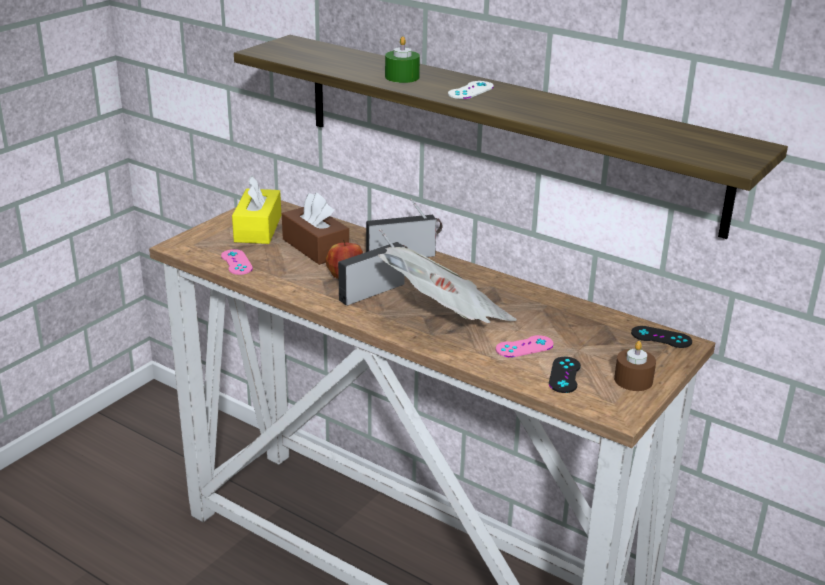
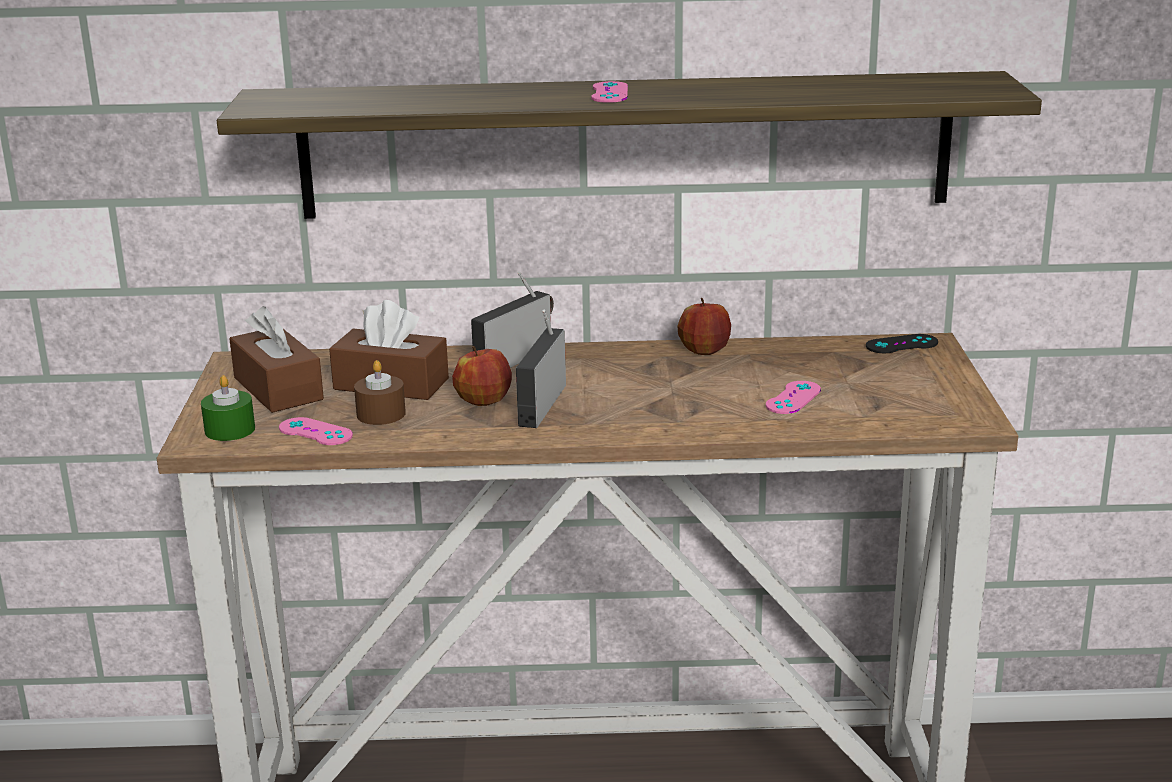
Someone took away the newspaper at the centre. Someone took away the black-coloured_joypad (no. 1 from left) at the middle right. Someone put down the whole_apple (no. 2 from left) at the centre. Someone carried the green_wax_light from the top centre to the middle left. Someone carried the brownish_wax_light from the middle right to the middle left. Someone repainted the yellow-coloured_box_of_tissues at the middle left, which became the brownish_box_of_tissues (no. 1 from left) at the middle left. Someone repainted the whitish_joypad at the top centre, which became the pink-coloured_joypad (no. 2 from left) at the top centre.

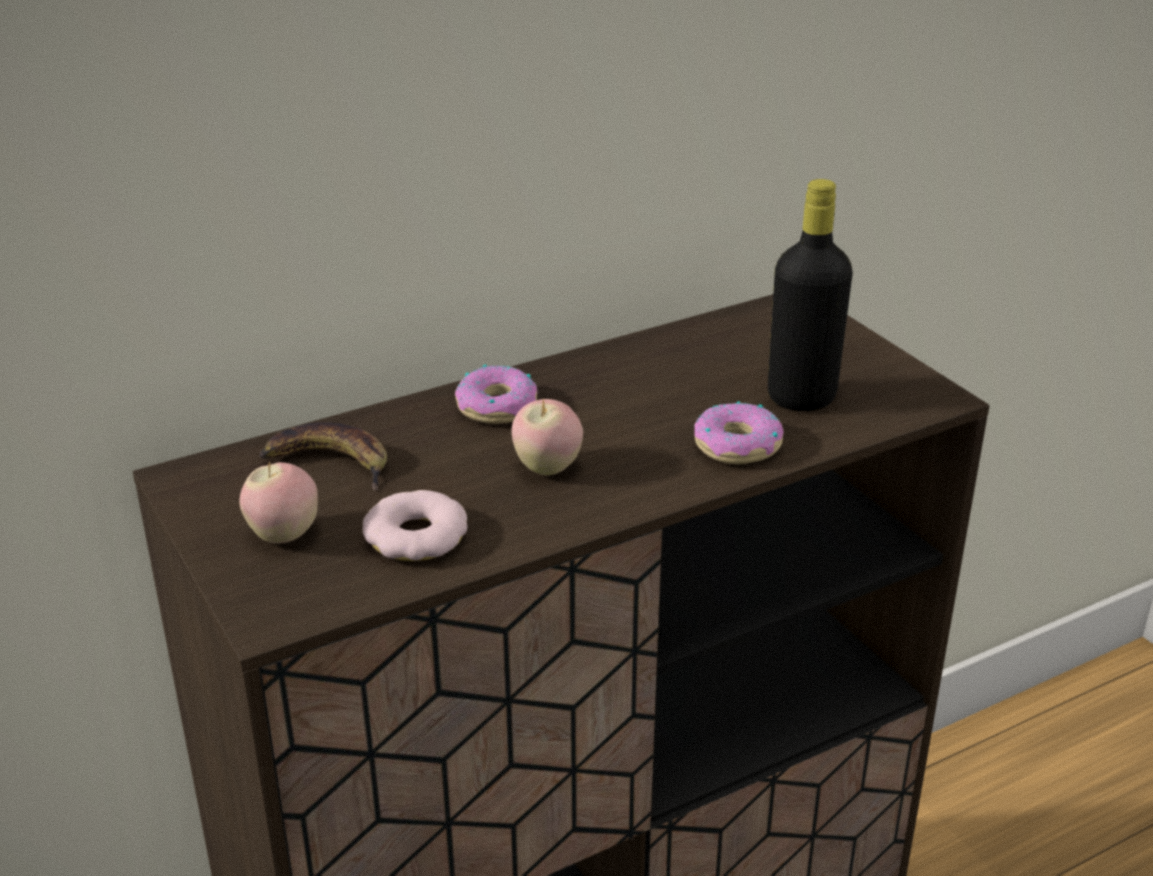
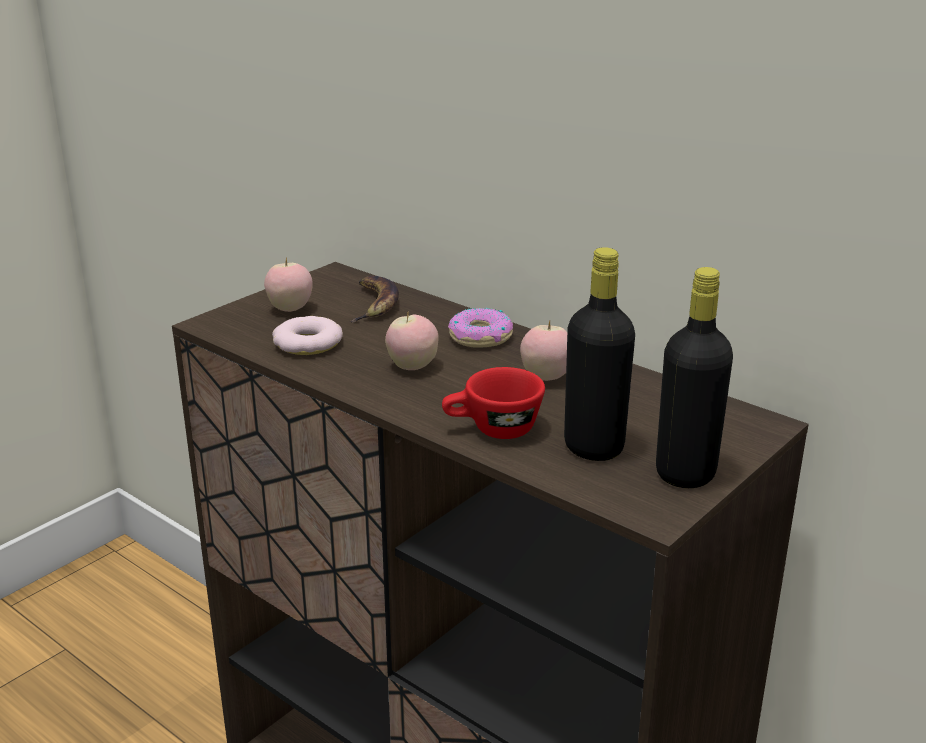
Someone put down the whole_apple (no. 3 from left) at the centre. Someone put down the black-coloured_drink_bottle (no. 2 from left) at the middle right. Someone swapped the doughnut (no. 3 from left) at the centre for the red_small_cup at the centre.

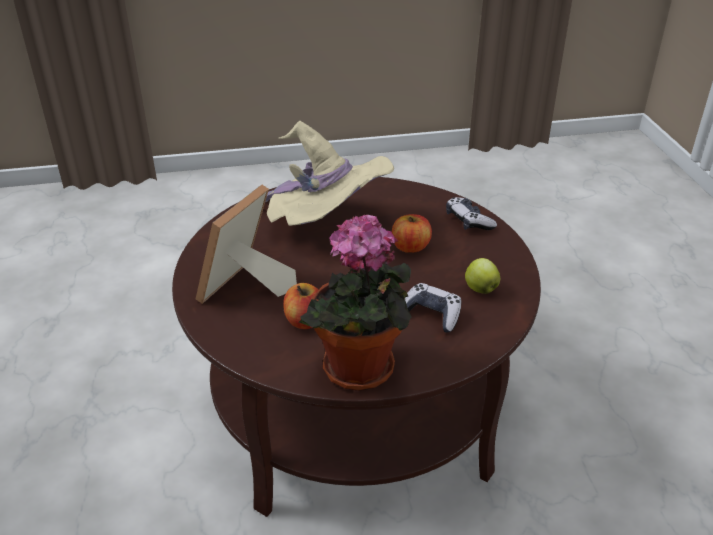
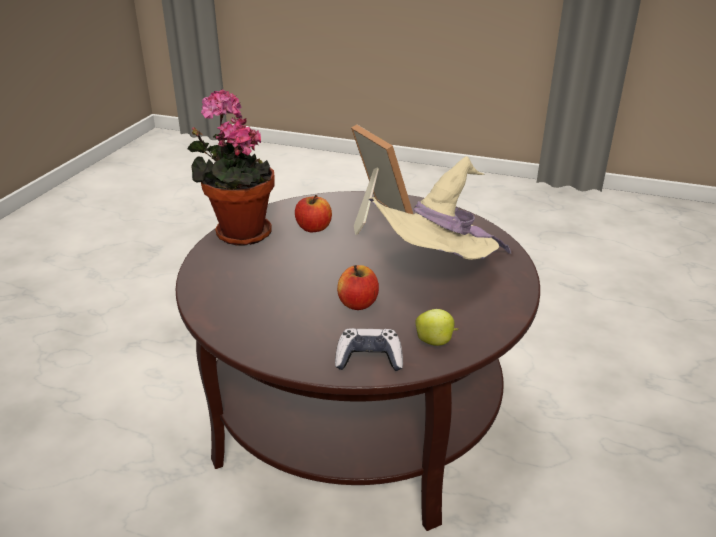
Someone took away the joypad (no. 1 from left) at the centre. Someone carried the whole_apple (no. 3 from left) from the middle right to the centre.

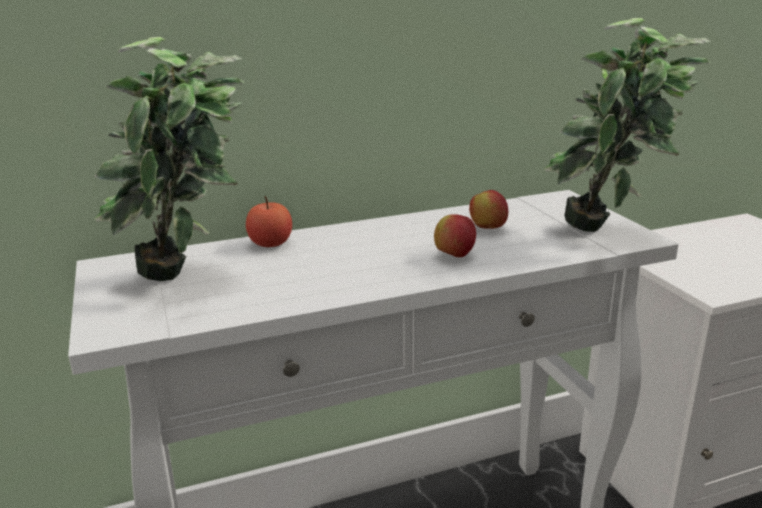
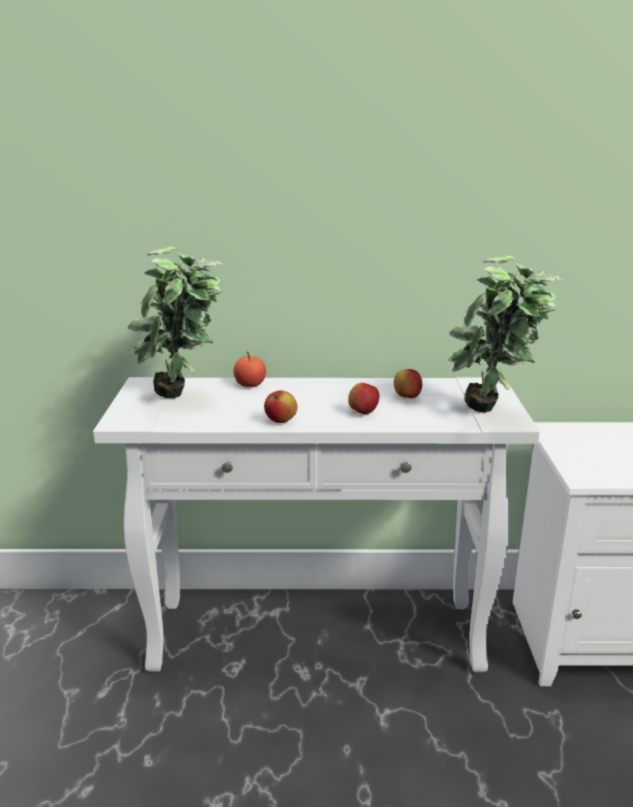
Someone put down the whole_apple (no. 2 from left) at the centre.

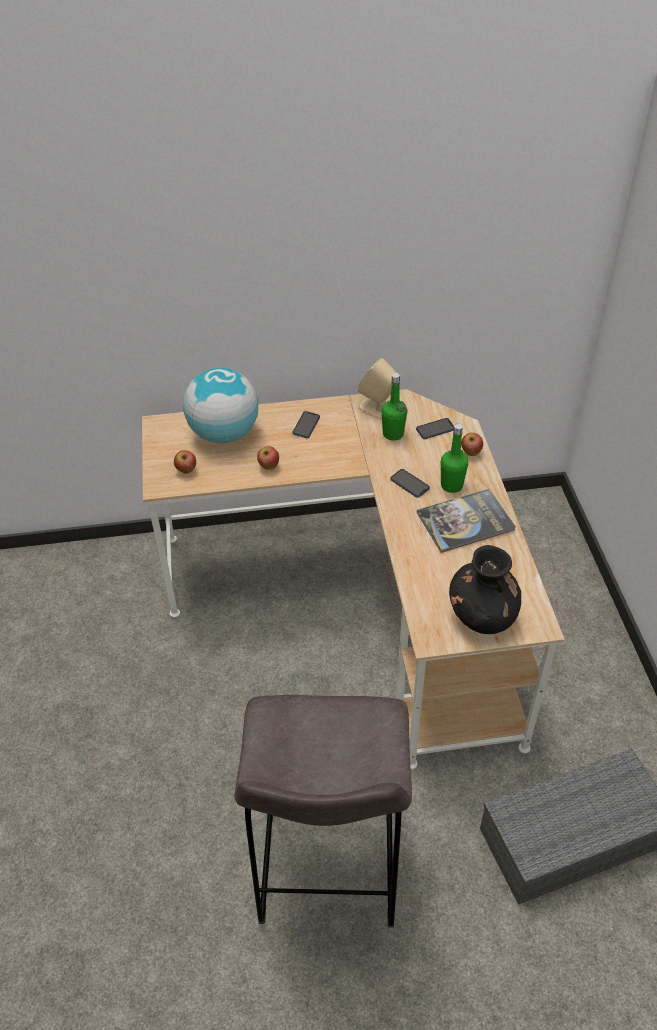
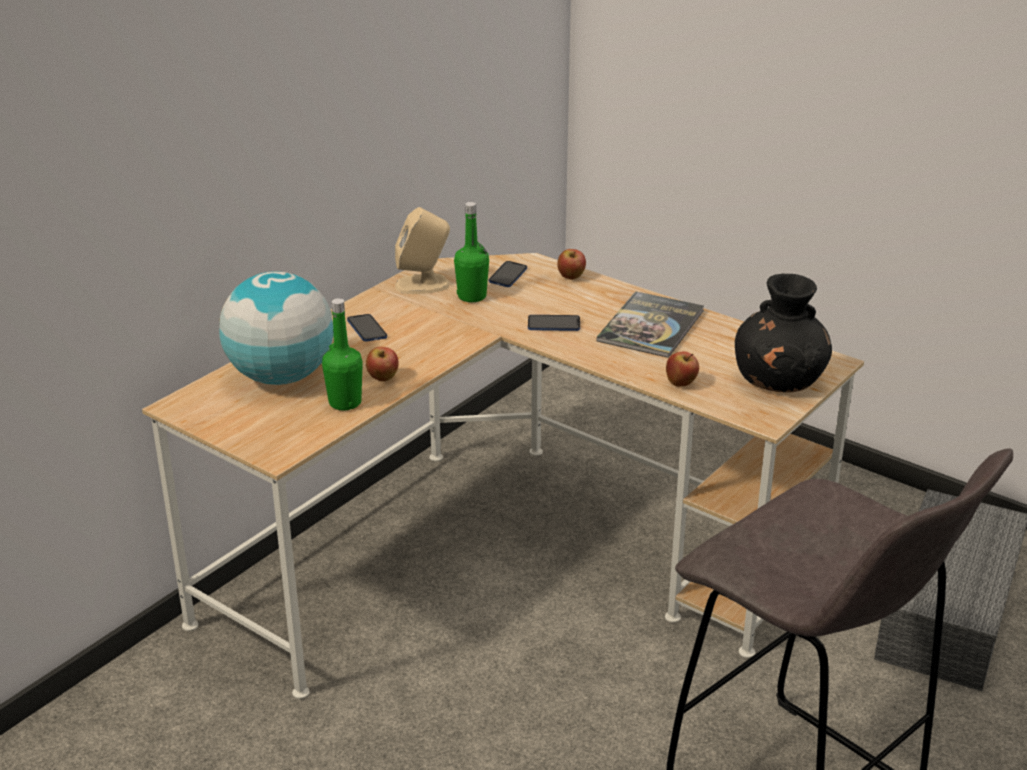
Someone carried the whole_apple (no. 1 from left in the first image) from the middle left to the centre. Someone carried the green_drink_bottle (no. 2 from left in the first image) from the middle right to the middle left.

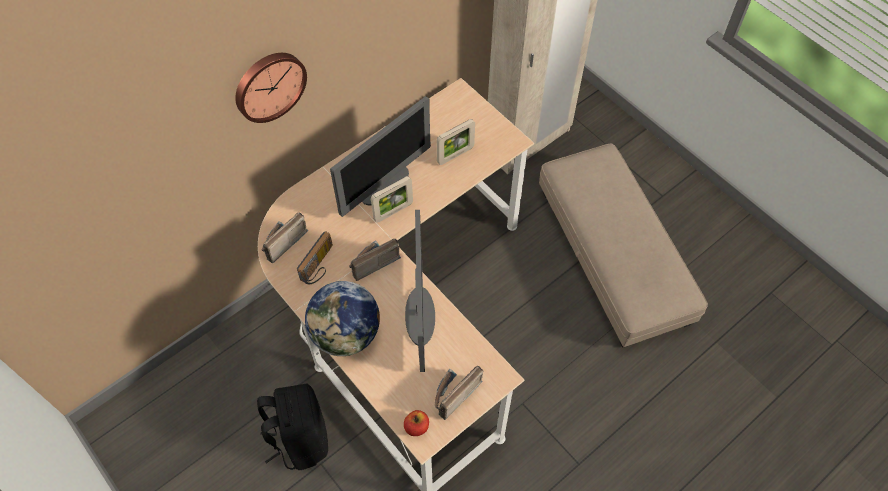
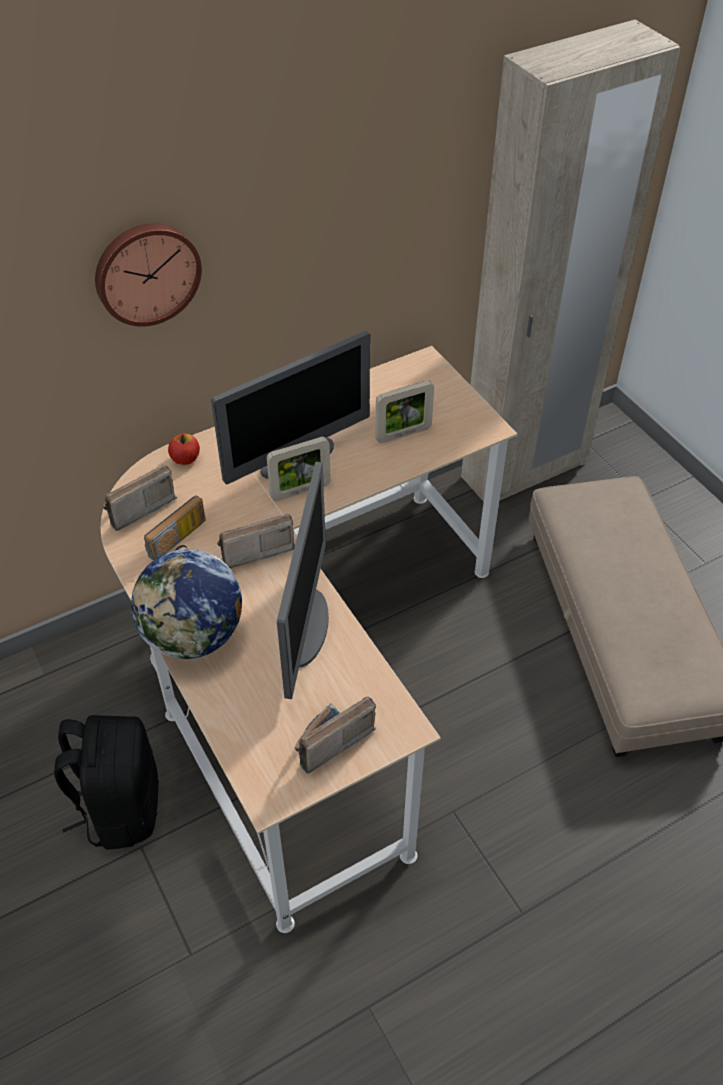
Someone carried the whole_apple from the bottom centre to the middle left.

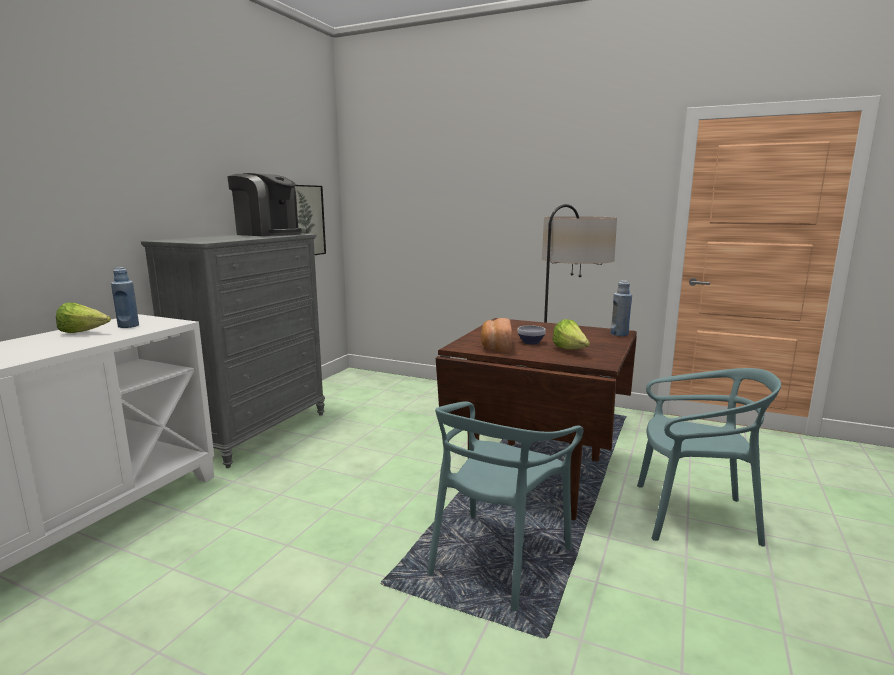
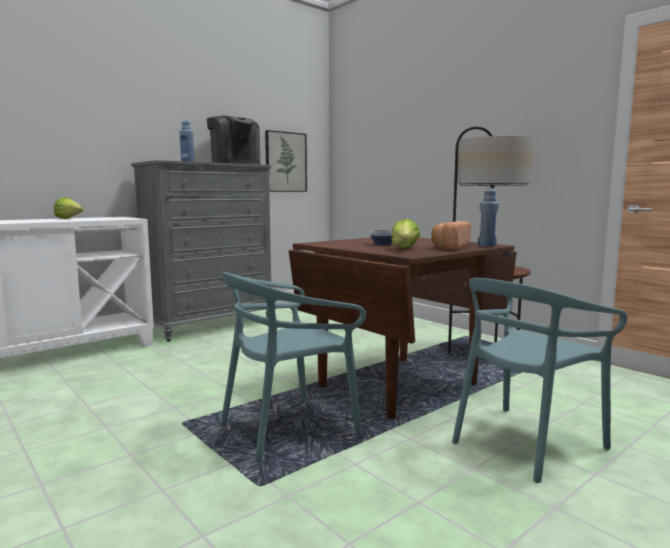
Someone carried the bluish_drink_bottle (no. 1 from left) from the middle left to the top left. Someone carried the bakery_bread from the centre to the middle right. Someone rotated the turquoise_plain_chair (no. 2 from left) at the bottom right by 105 degrees clockwise.

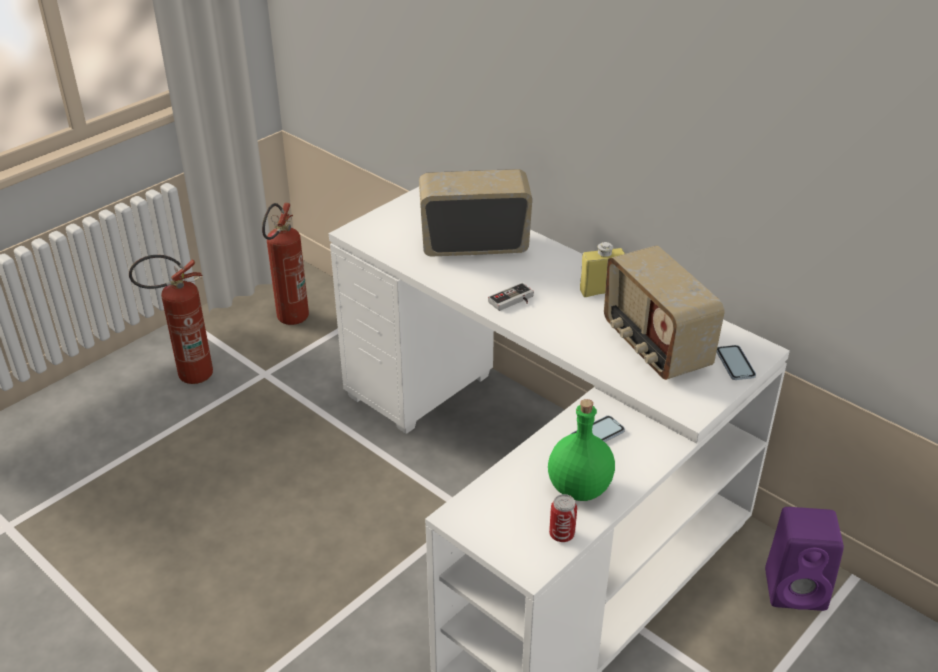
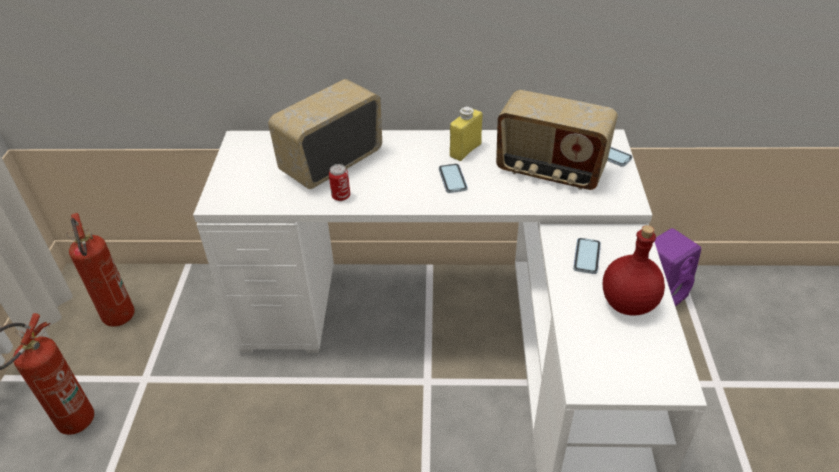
Someone took away the joypad at the centre. Someone put down the telephone (no. 1 from left) at the centre. Someone carried the sealed_can from the bottom centre to the centre. Someone repainted the green_drink_bottle at the bottom centre, which became the red_drink_bottle at the middle right.

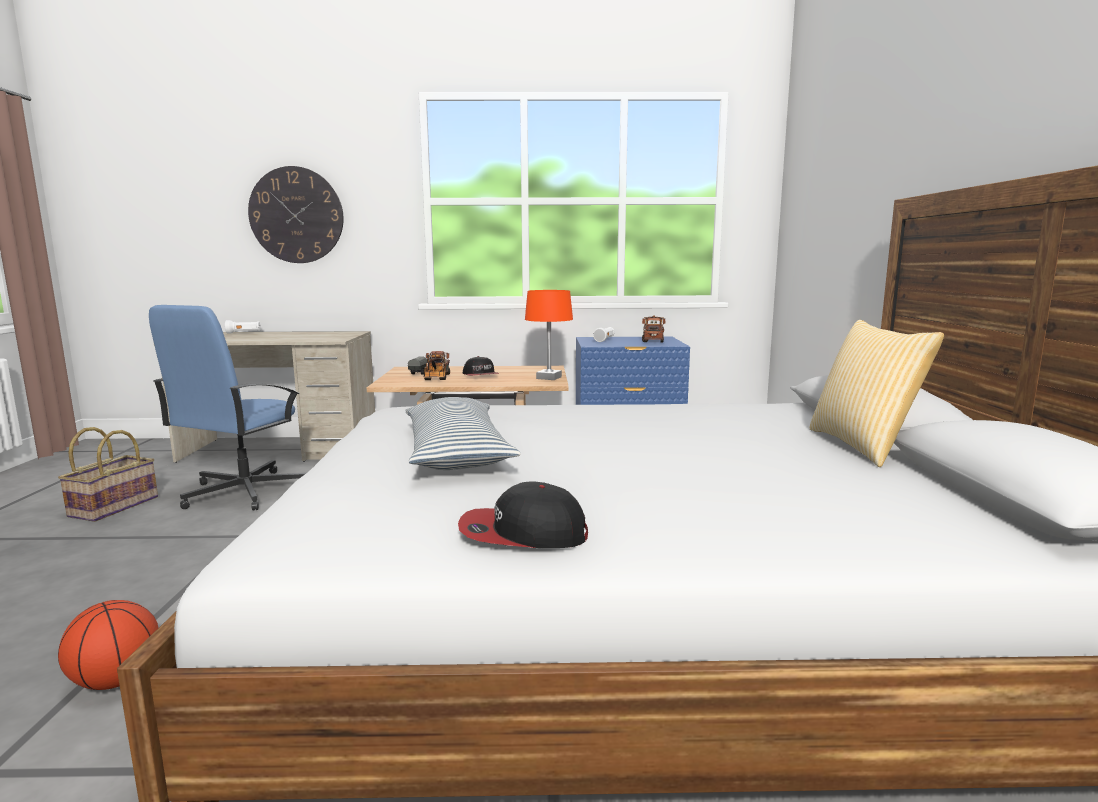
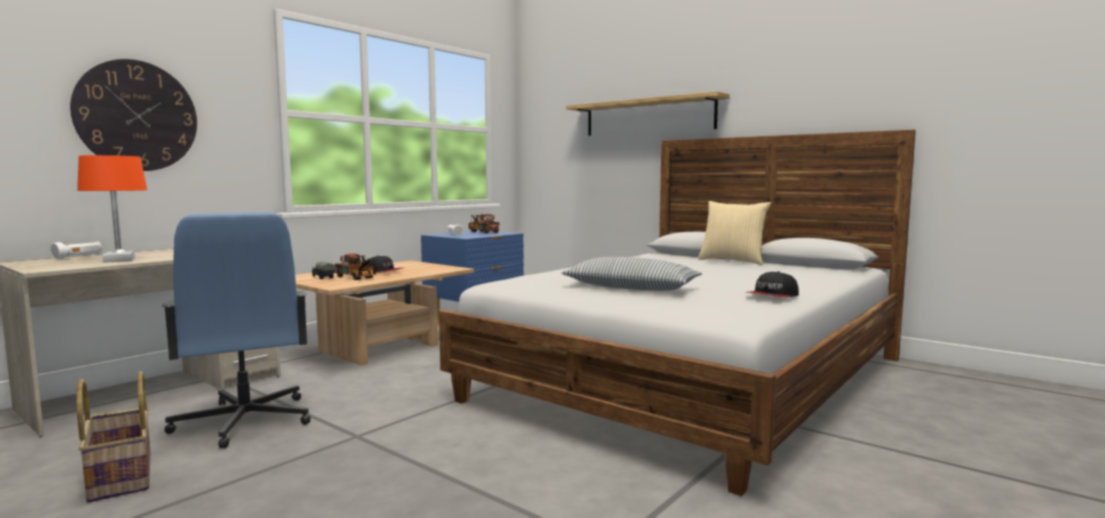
Someone took away the ball_for_basketball at the bottom left. Someone put up the bracket_shelf at the top centre. Someone carried the orange_tabletop_lamp from the centre to the middle left.

